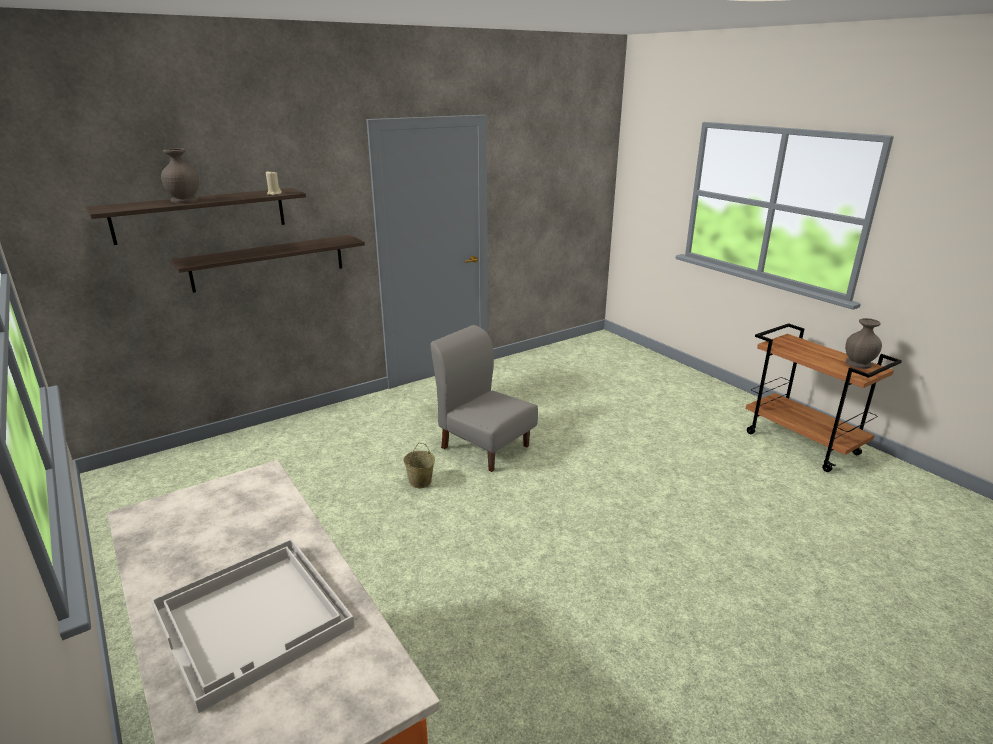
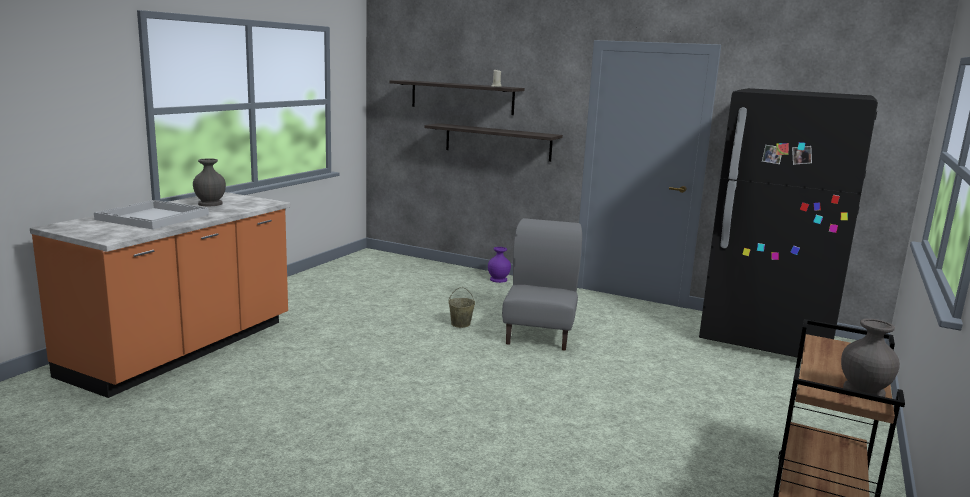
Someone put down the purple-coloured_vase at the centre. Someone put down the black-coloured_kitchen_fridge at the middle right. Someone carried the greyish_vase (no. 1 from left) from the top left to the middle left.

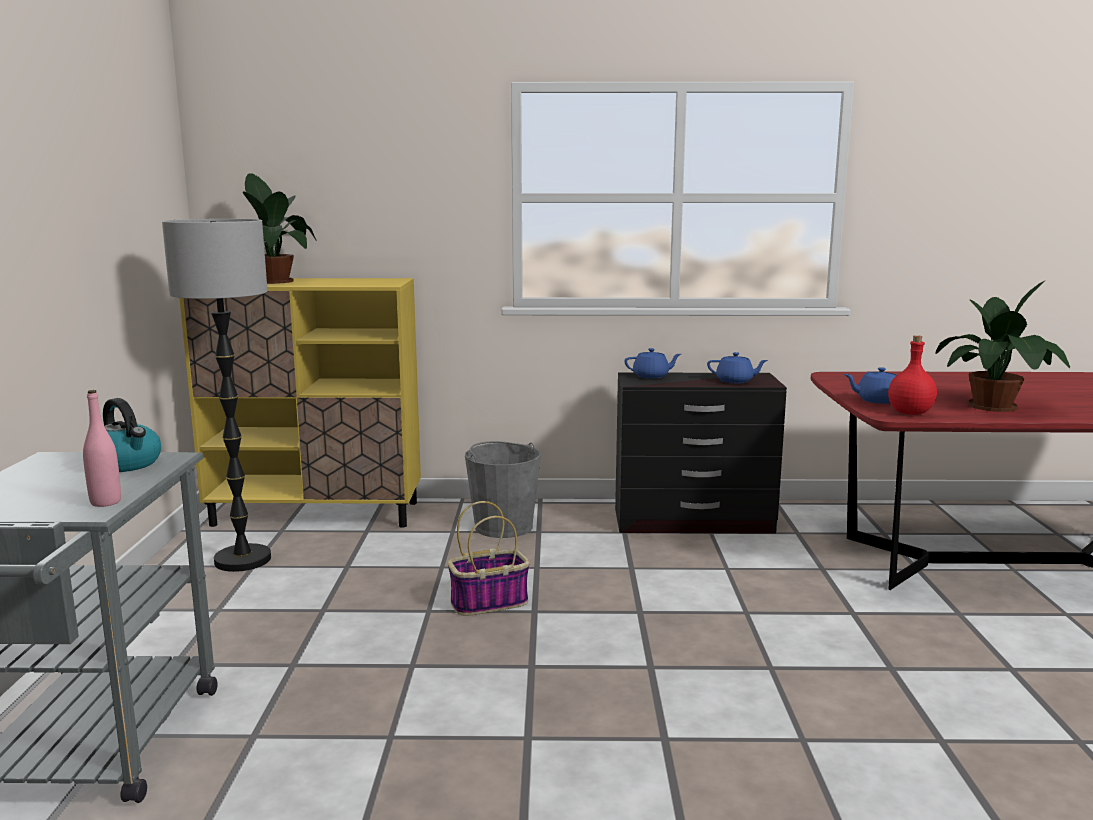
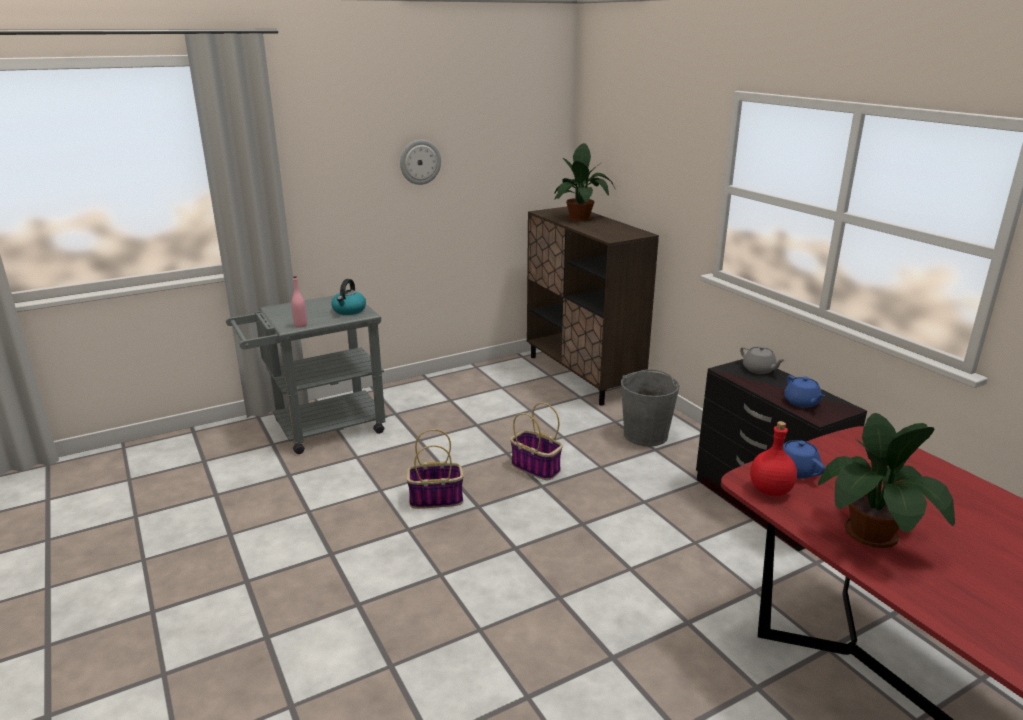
Someone took away the floor_lamp at the middle left. Someone put up the hanging_clock at the top centre. Someone put down the basket (no. 1 from left) at the centre. Someone repainted the yellow-coloured_storage_cabinet at the middle left, which became the brownish_storage_cabinet at the centre. Someone repainted the bluish_tea_pot (no. 1 from left) at the centre, which became the greyish_tea_pot at the middle right.

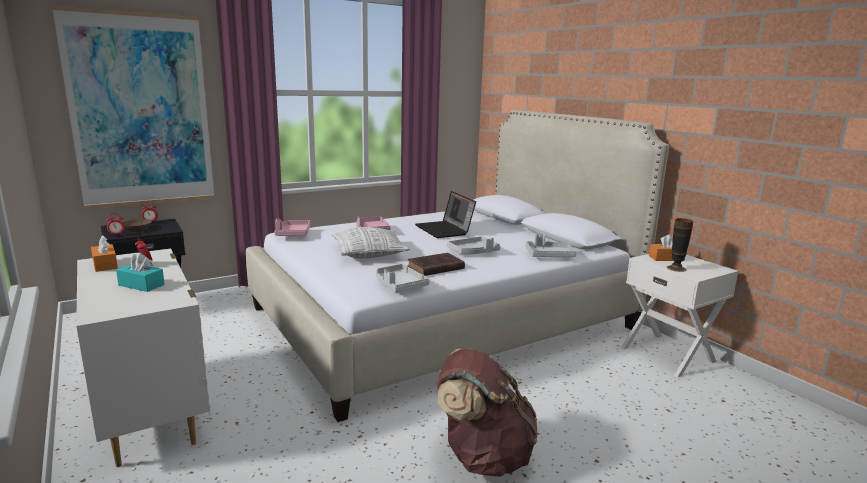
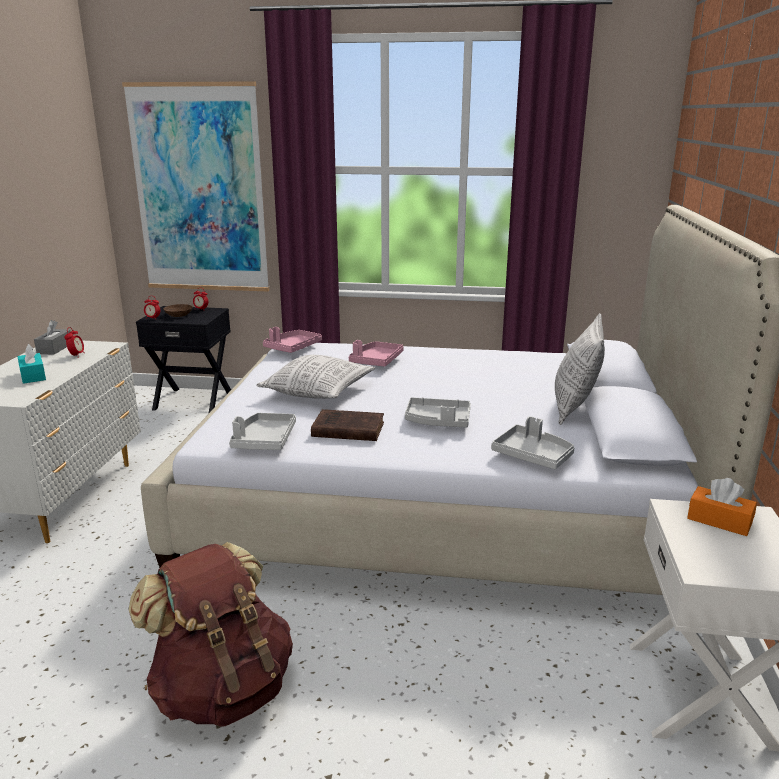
Someone took away the portable_computer at the centre. Someone took away the vase at the middle right. Someone put down the throw_pillow (no. 2 from left) at the middle right. Someone repainted the orange_box_of_tissues (no. 1 from left) at the middle left, which became the greyish_box_of_tissues at the middle left.

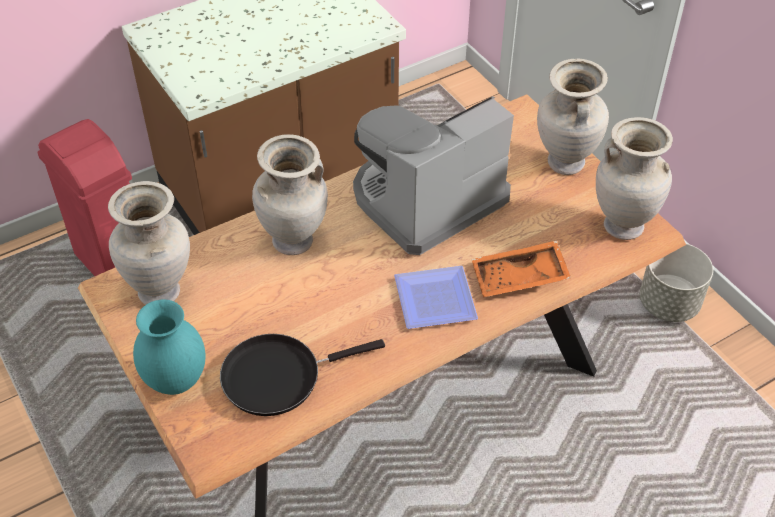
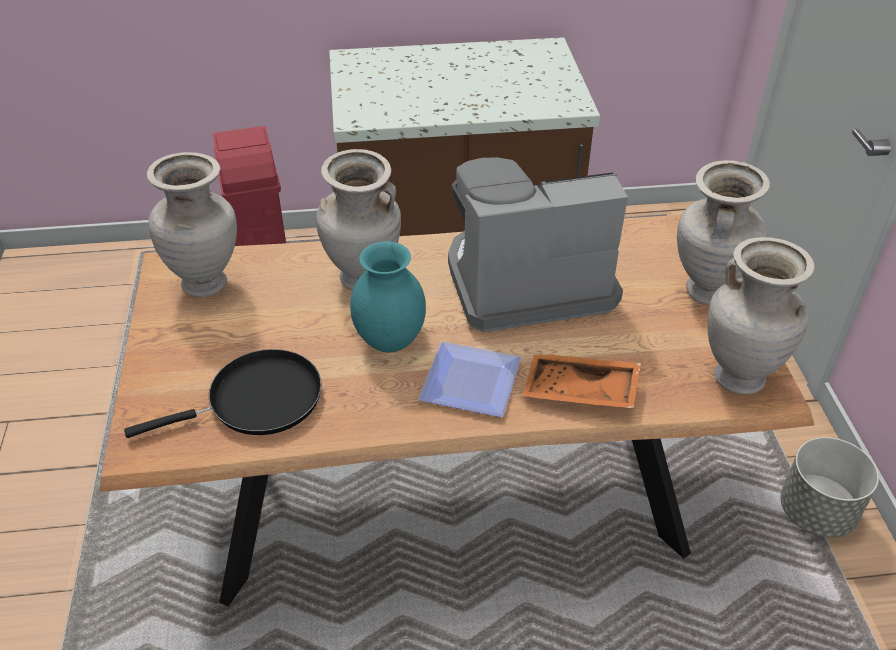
Someone carried the turquoise_vase from the bottom left to the centre. Someone rotated the black-coloured_pan at the bottom centre by 150 degrees clockwise.

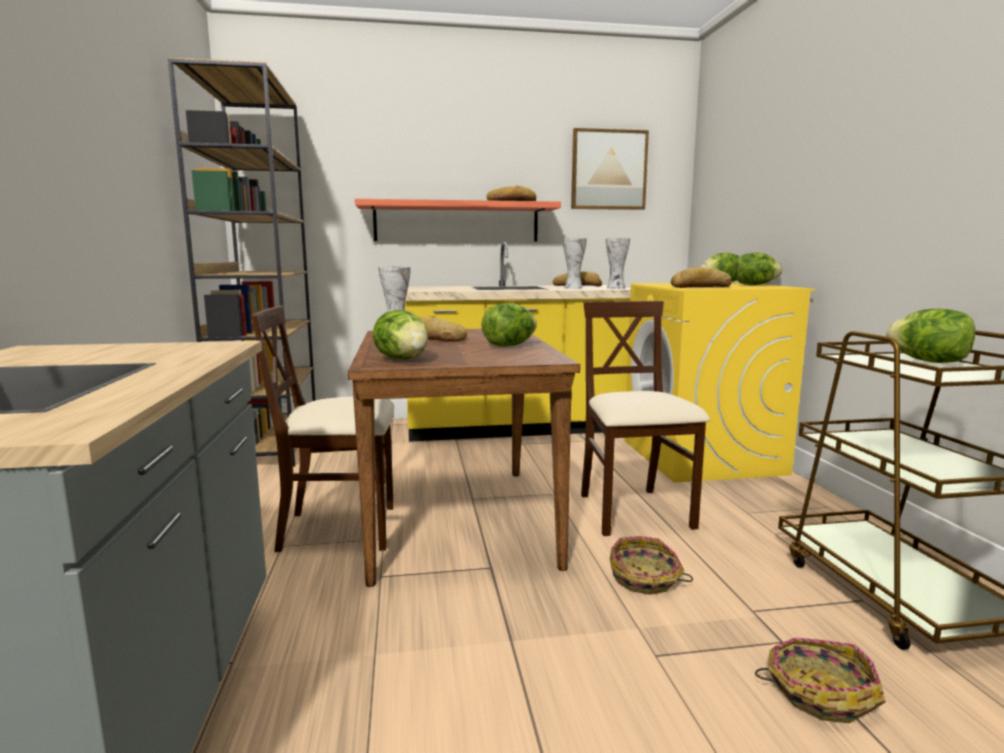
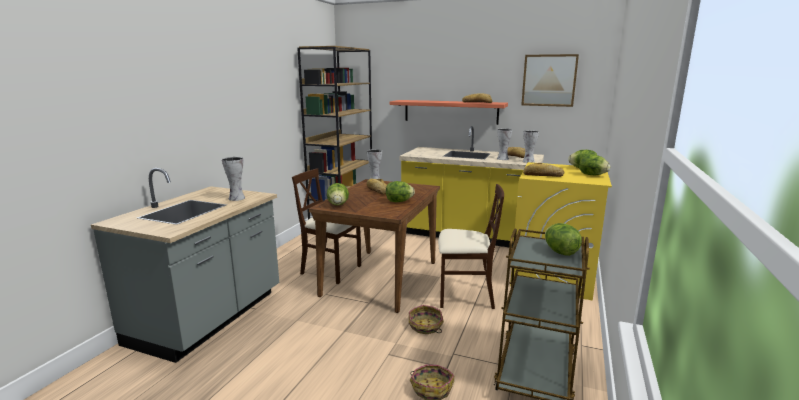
Someone put down the vase (no. 1 from left) at the middle left. Someone rotated the beige_plain_chair (no. 2 from left) at the centre by 75 degrees clockwise.

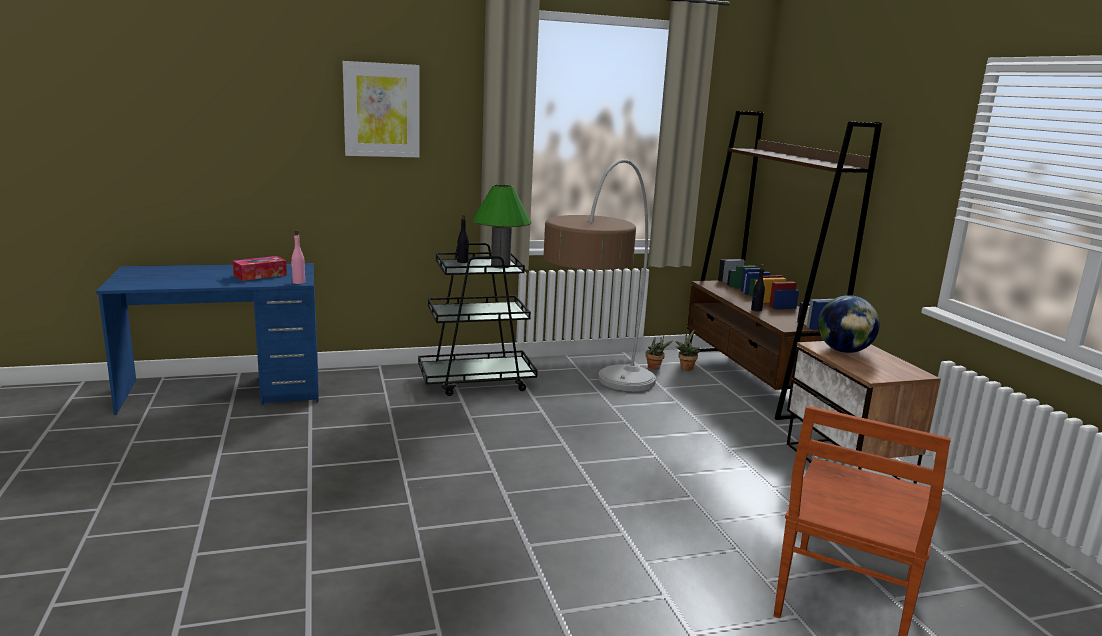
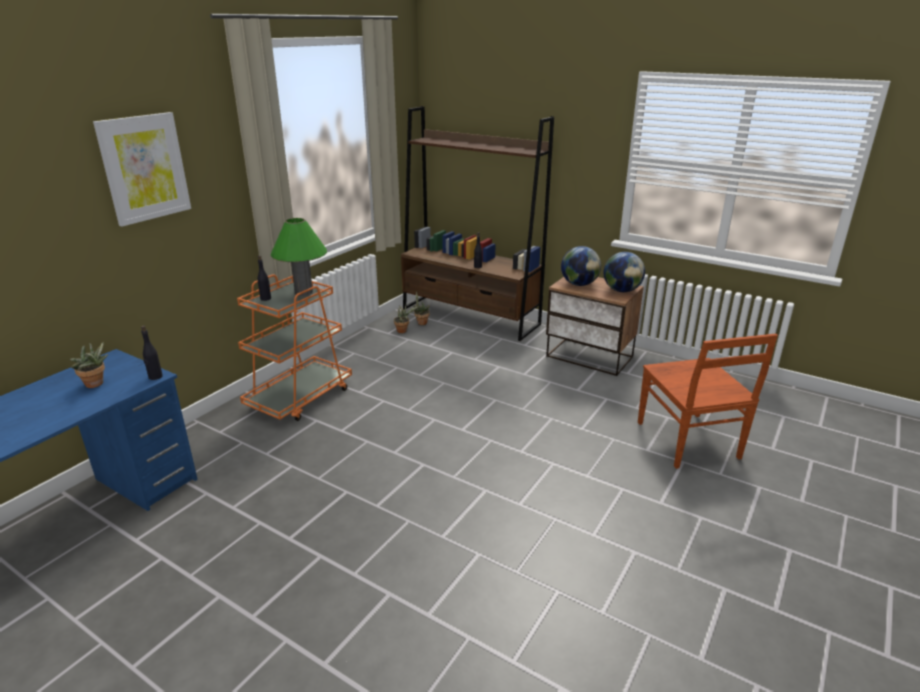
Someone took away the floor_lamp at the centre. Someone put down the globe (no. 2 from left) at the middle right. Someone swapped the box_of_tissues at the middle left for the houseplant (no. 1 from left) at the middle left. Someone repainted the pink-coloured_drink_bottle at the middle left, which became the black-coloured_drink_bottle (no. 1 from left) at the middle left. Someone repainted the black-coloured_trolley at the centre, which became the orange_trolley at the middle left.

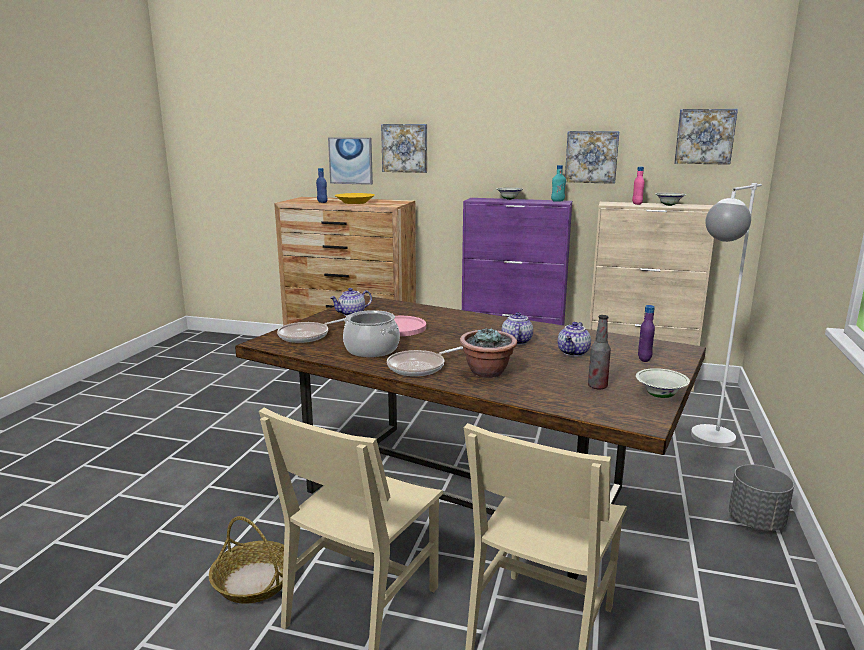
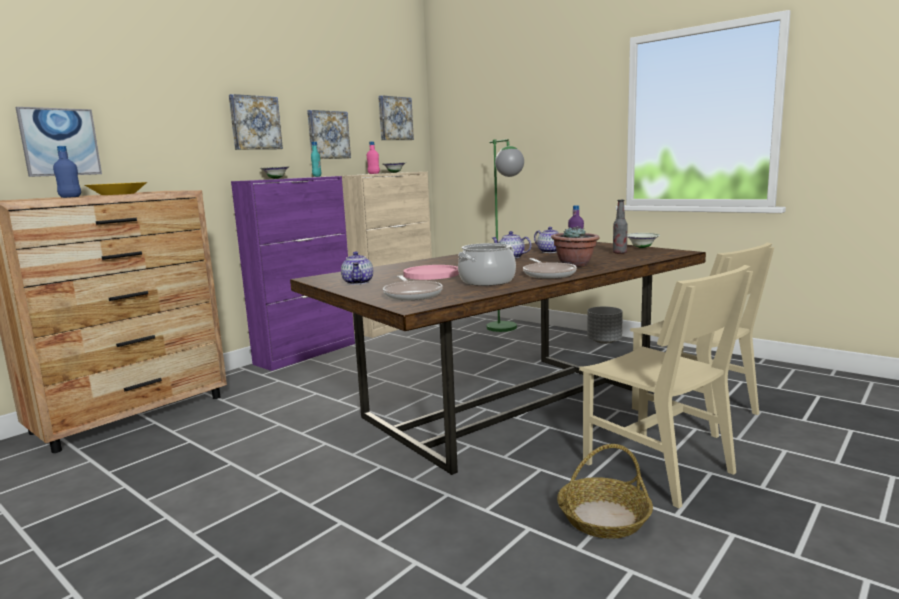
Someone carried the picture (no. 2 from left) from the top centre to the top left. Someone repainted the whitish_floor_lamp at the middle right, which became the green_floor_lamp at the centre.

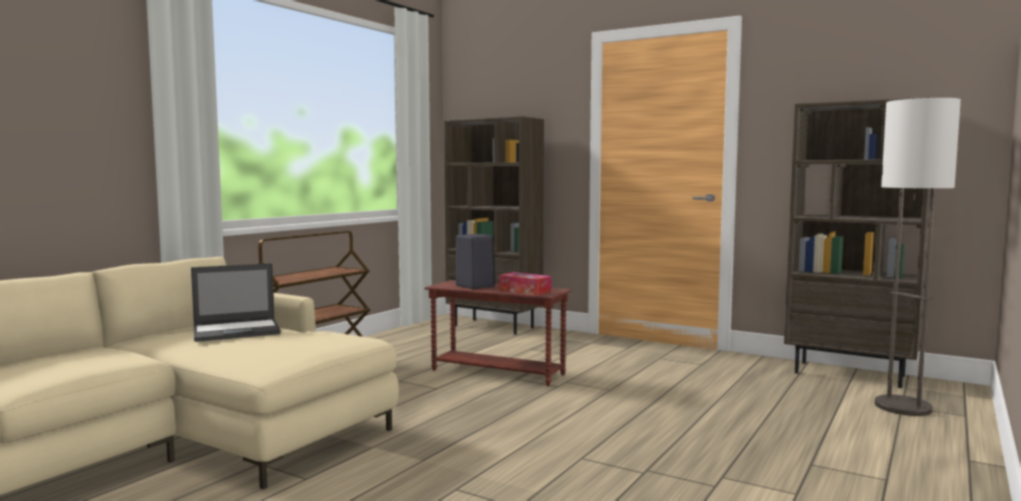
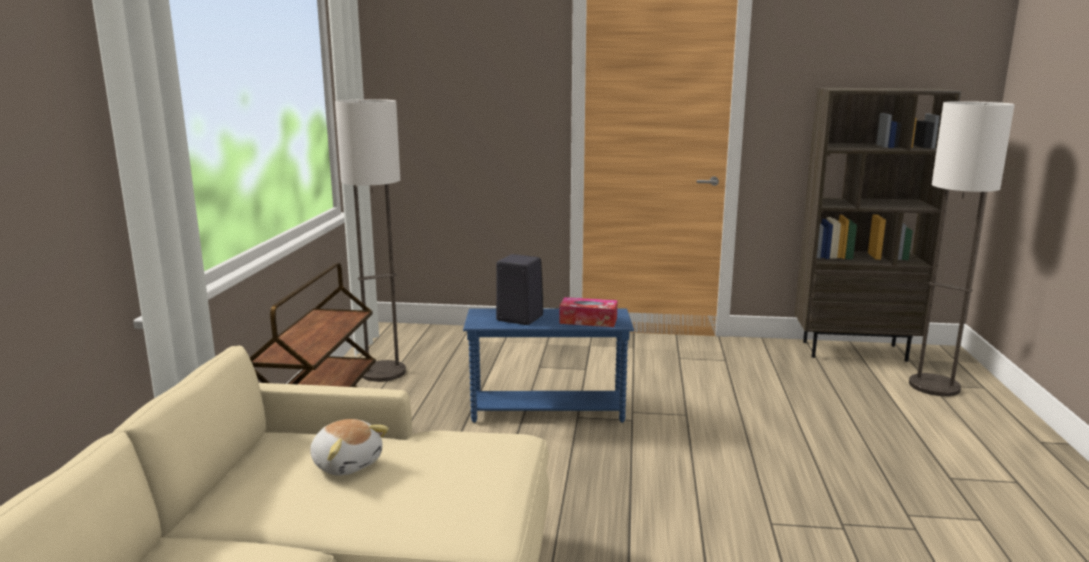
Someone took away the brownish_bookcase (no. 1 from left) at the centre. Someone put down the floor_lamp (no. 1 from left) at the centre. Someone swapped the portable_computer at the middle left for the cuddly_toy at the bottom left. Someone repainted the brownish_side_table at the centre, which became the bluish_side_table at the centre.

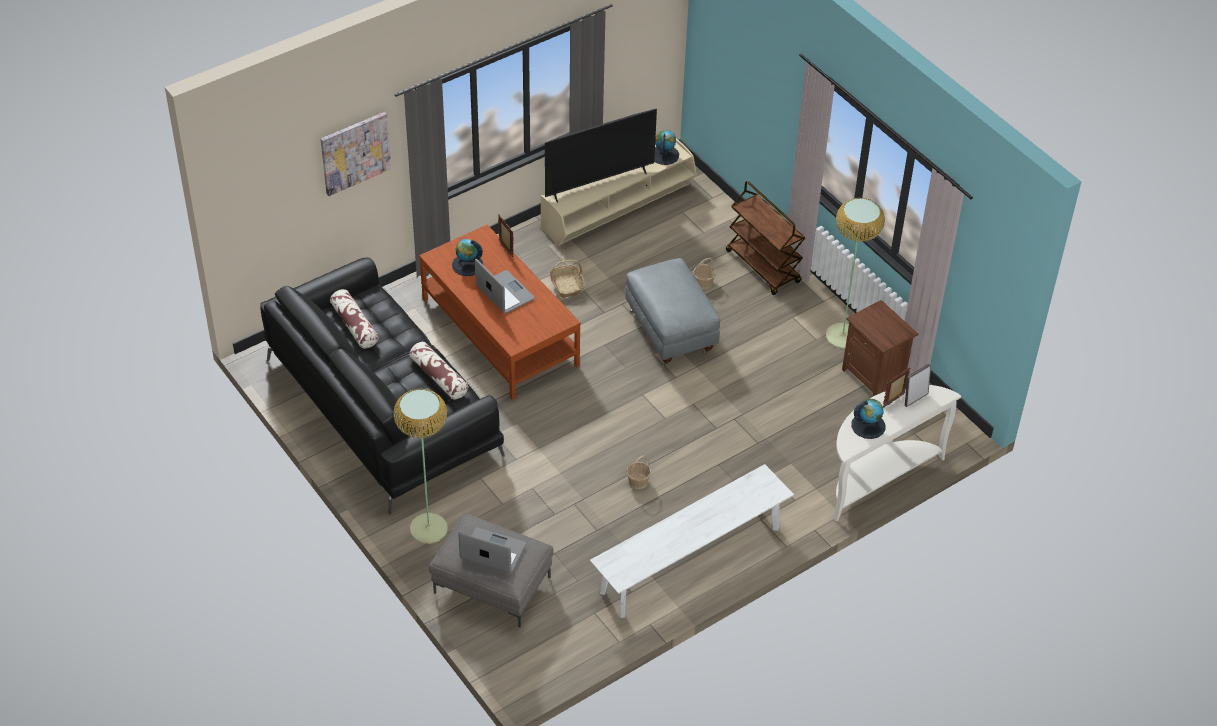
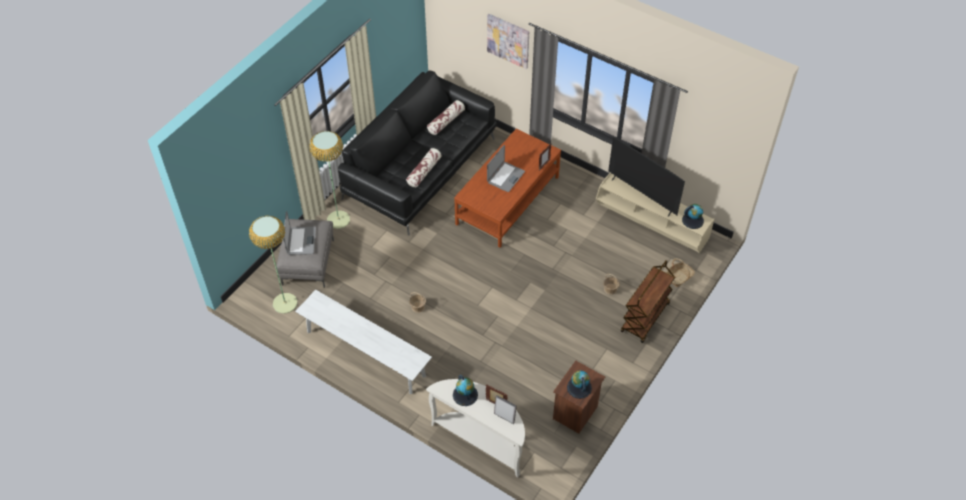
Someone took away the greyish_pouffe (no. 2 from left) at the centre. Someone carried the globe (no. 1 from left in the first image) from the centre to the bottom centre. Someone carried the basket (no. 1 from left in the first image) from the centre to the middle right. Someone carried the floor_lamp (no. 2 from left in the first image) from the middle right to the middle left.

